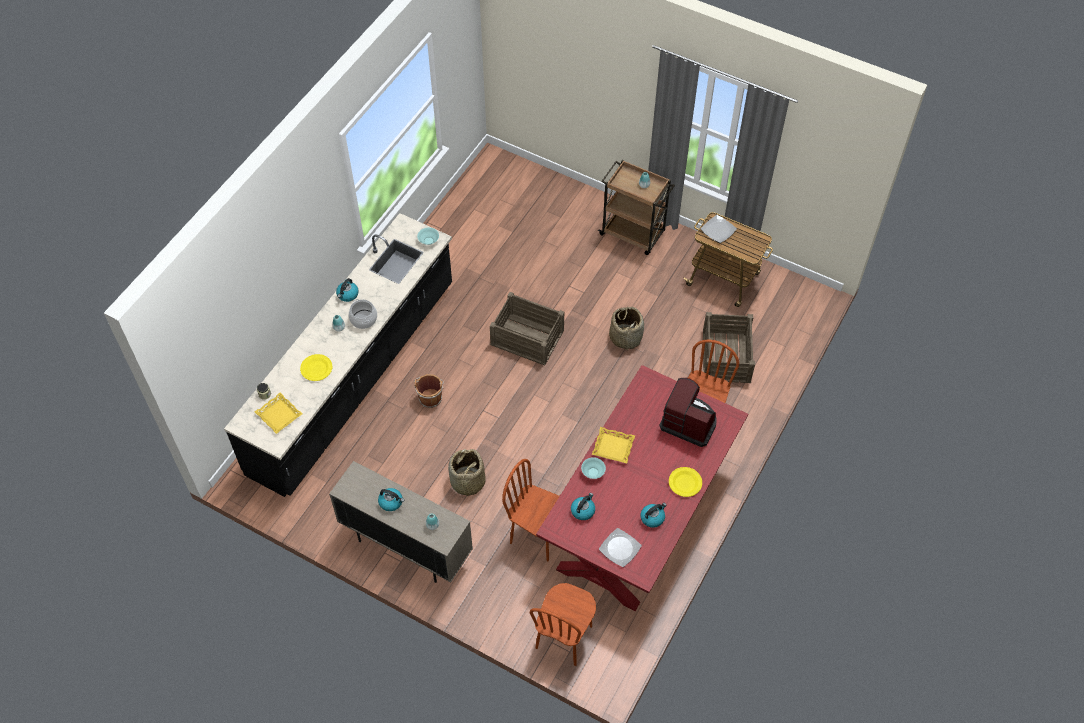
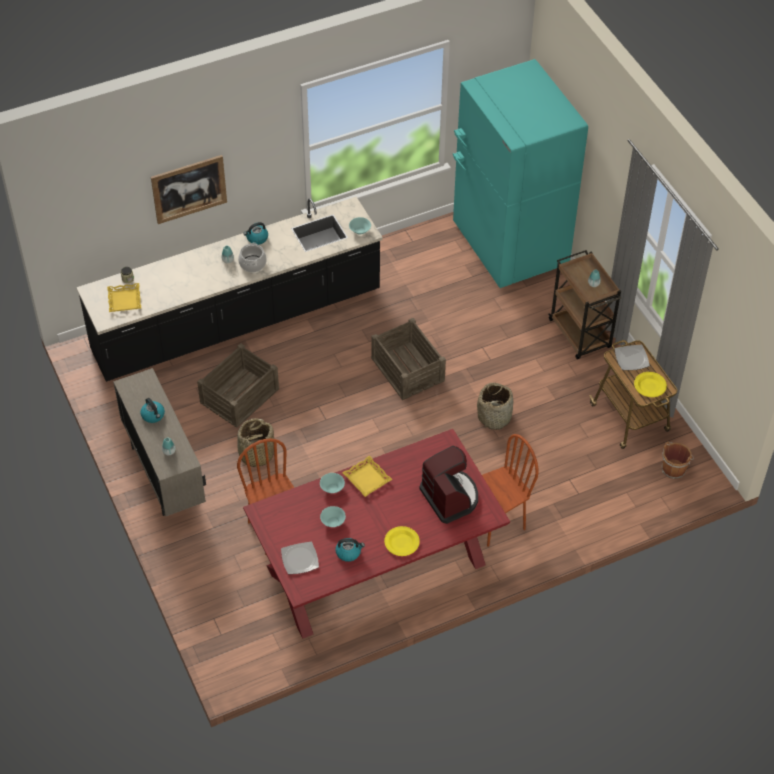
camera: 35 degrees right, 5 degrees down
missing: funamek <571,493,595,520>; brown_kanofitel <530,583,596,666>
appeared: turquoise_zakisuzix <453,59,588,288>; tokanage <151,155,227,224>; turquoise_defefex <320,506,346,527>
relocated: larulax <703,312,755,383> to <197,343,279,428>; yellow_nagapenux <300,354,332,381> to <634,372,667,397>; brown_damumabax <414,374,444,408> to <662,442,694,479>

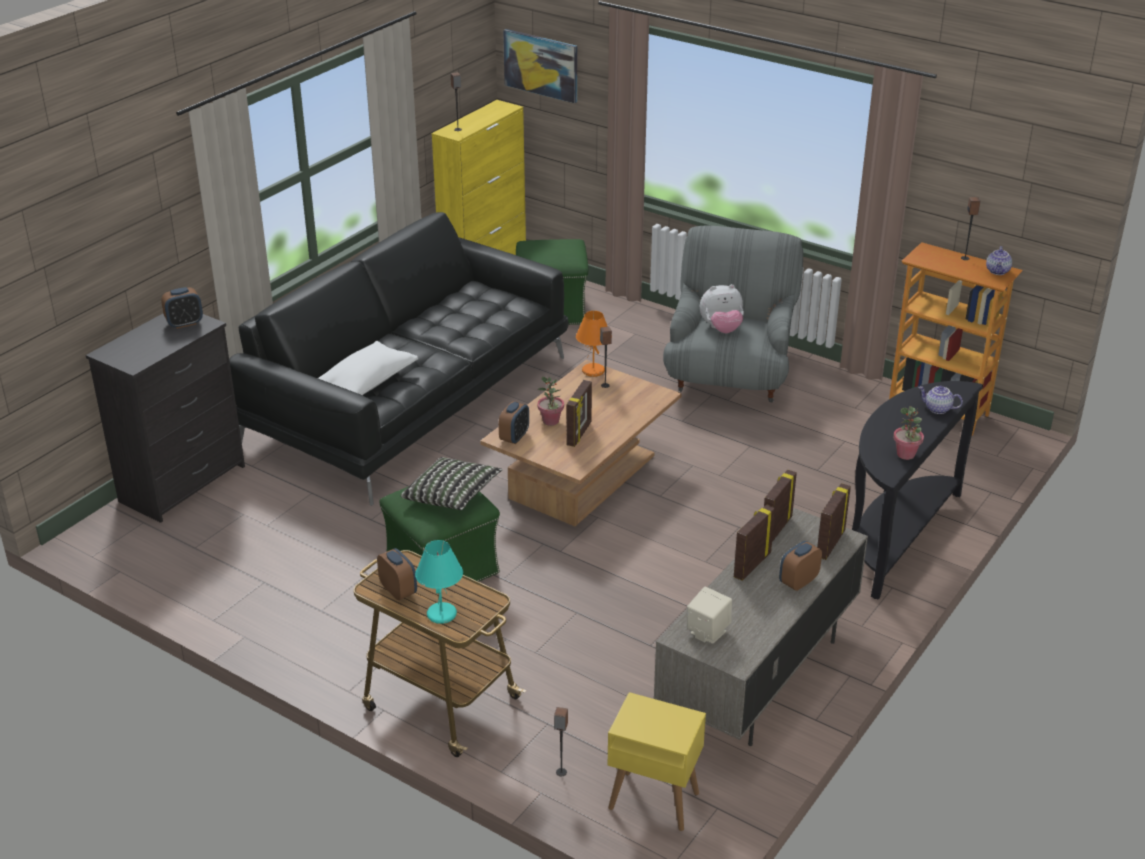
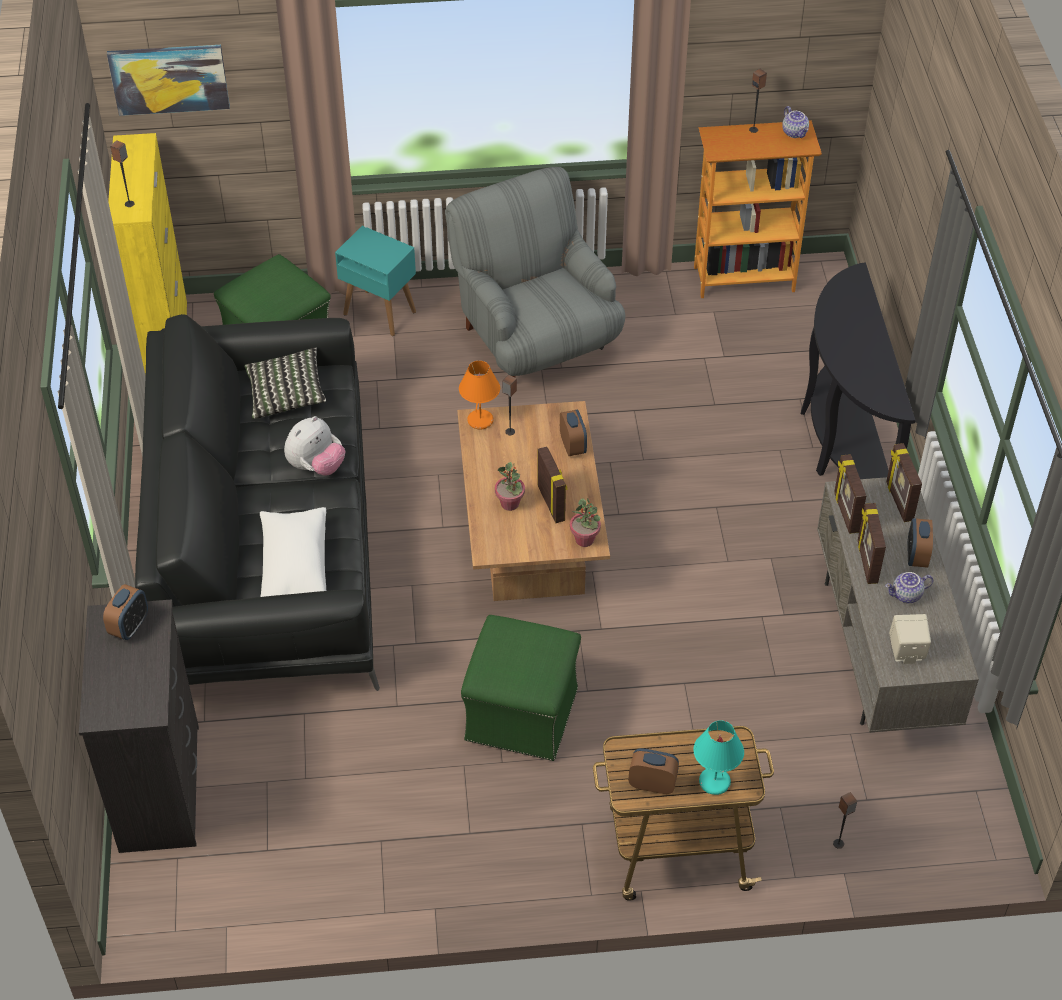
camera: 40 degrees left, 15 degrees up
missing: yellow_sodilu <608,692,706,831>
appeared: turquoise_sodilu <335,226,416,336>
relocated: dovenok <700,284,744,333> to <284,416,345,476>; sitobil <918,386,963,414> to <885,572,933,603>; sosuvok <498,401,529,444> to <560,410,587,456>; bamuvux <893,406,924,460> to <570,498,601,547>; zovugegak <400,457,502,510> to <244,347,326,419>

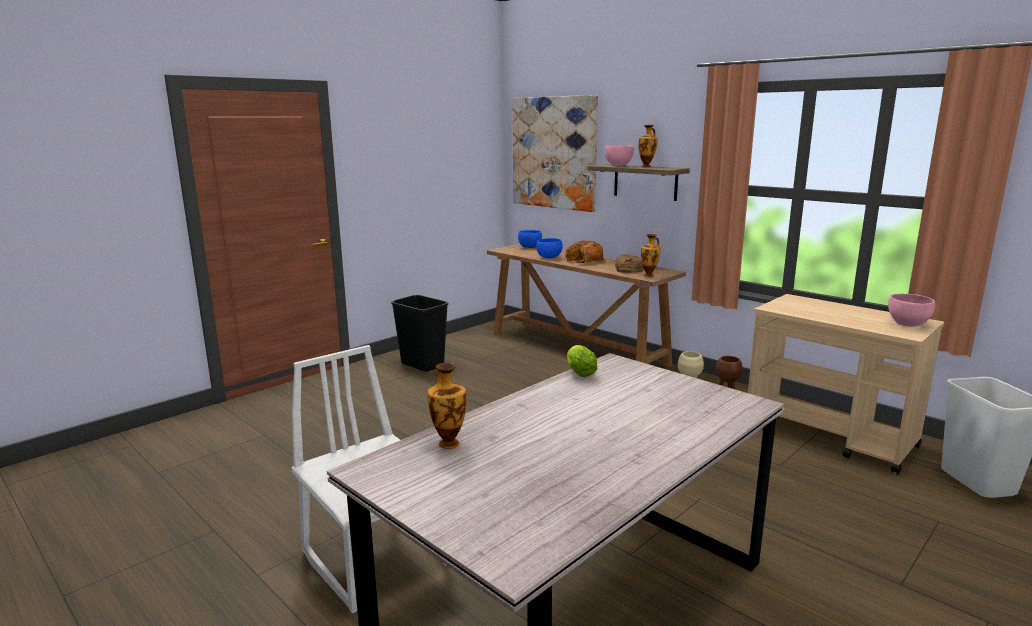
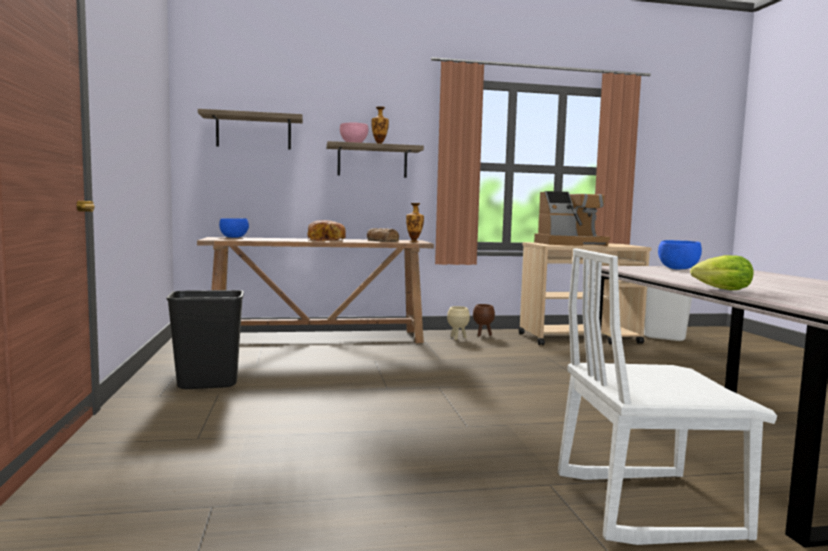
camera: 55 degrees left, 10 degrees down
missing: pink_defefex <888,294,935,327>; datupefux <427,363,467,449>
appeared: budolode <534,191,610,246>
relocated: blue_defefex <536,238,563,259> to <658,240,702,269>; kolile <567,345,597,377> to <690,255,753,290>
exchanged: tokanage <512,95,598,212> to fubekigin <198,109,303,150>

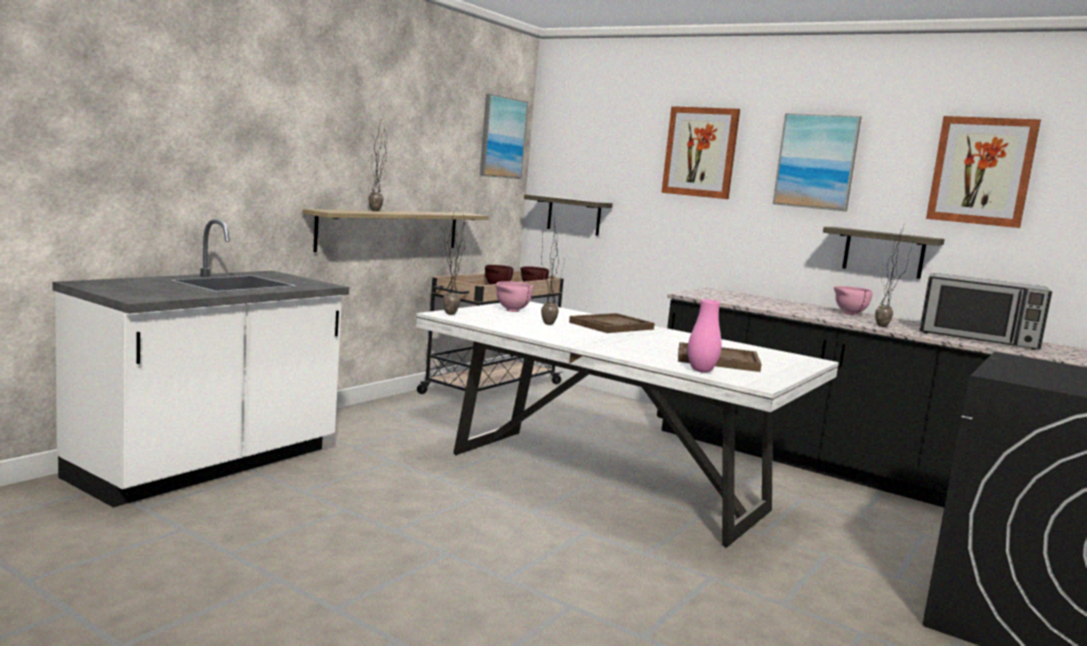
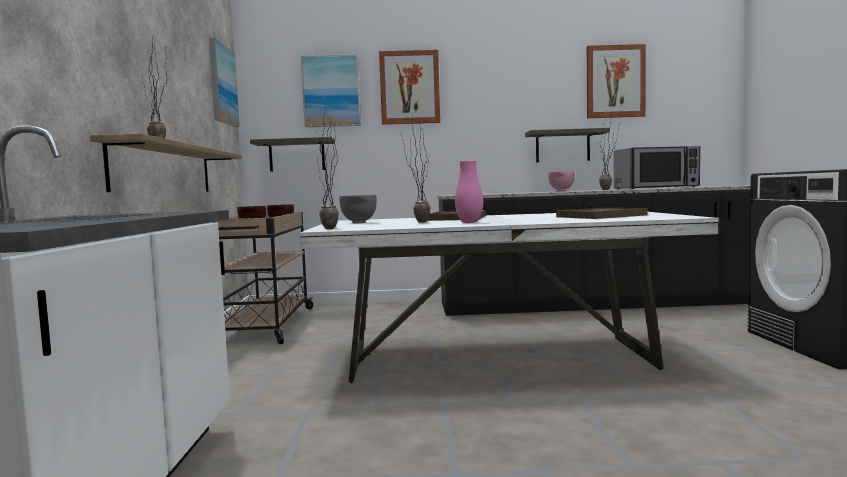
camera: 35 degrees left, 5 degrees down
relocated: tokanage <773,113,861,212> to <301,54,361,127>; pink_datupefux <688,299,722,373> to <455,160,483,223>
colour: pink_defefex <496,281,533,312> to grey_defefex <339,195,377,223>

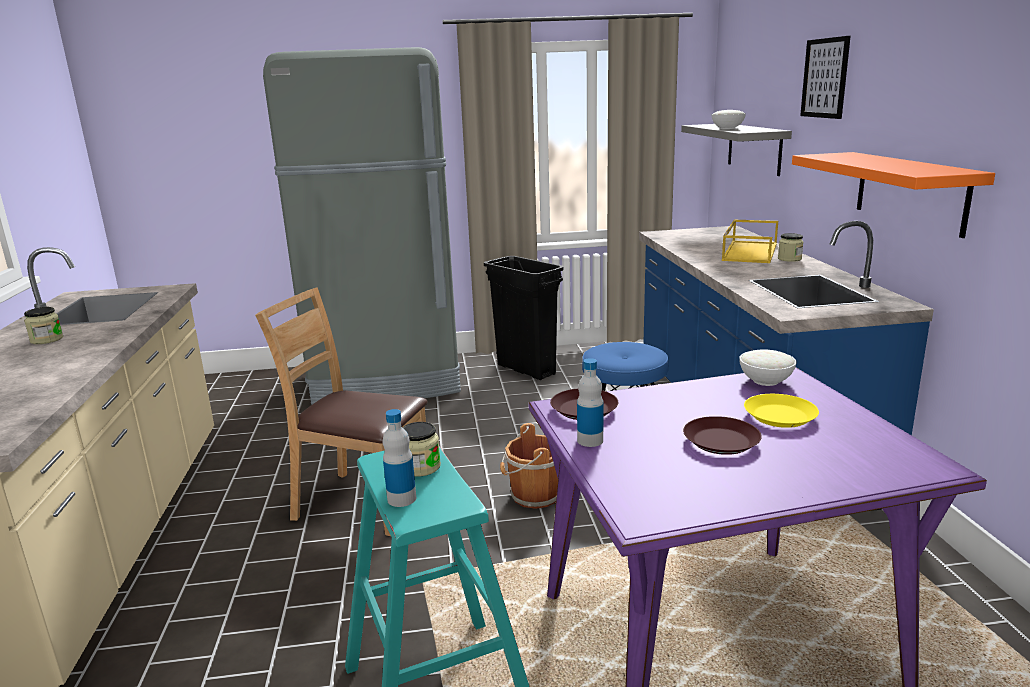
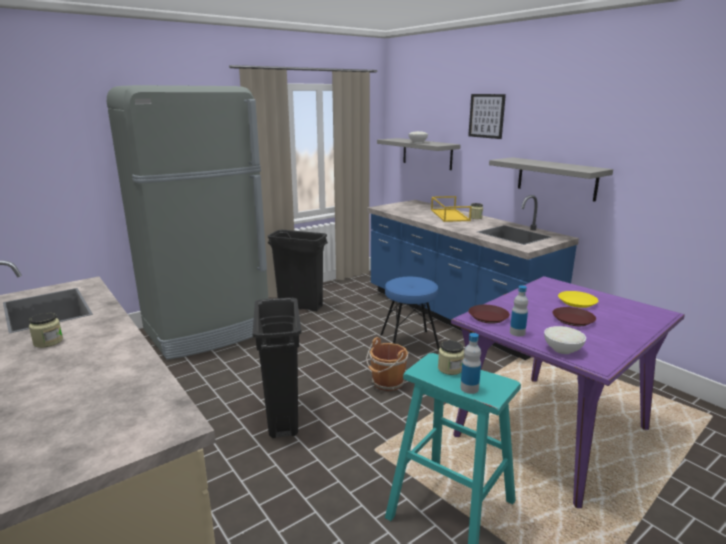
camera: 30 degrees left, 0 degrees up
relocated: white_defefex <739,349,797,386> to <544,326,586,354>
exchanged: brown_kanofitel <255,287,428,536> to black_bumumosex <252,298,301,438>
colour: orange_fubekigin <792,152,995,238> to grey_fubekigin <489,157,613,202>

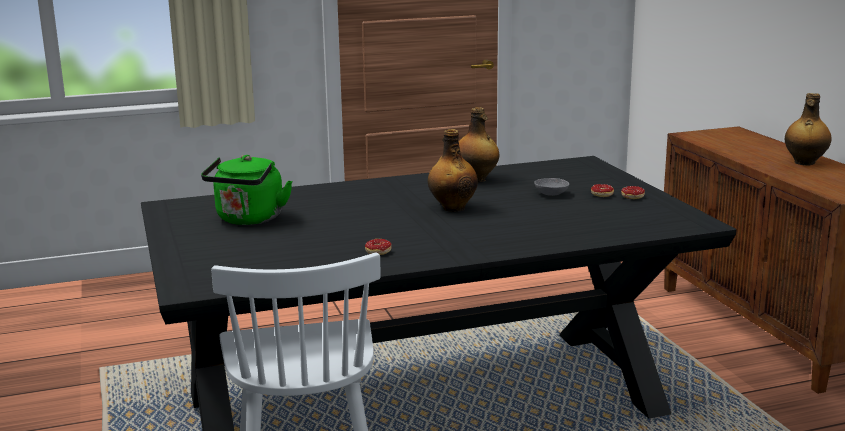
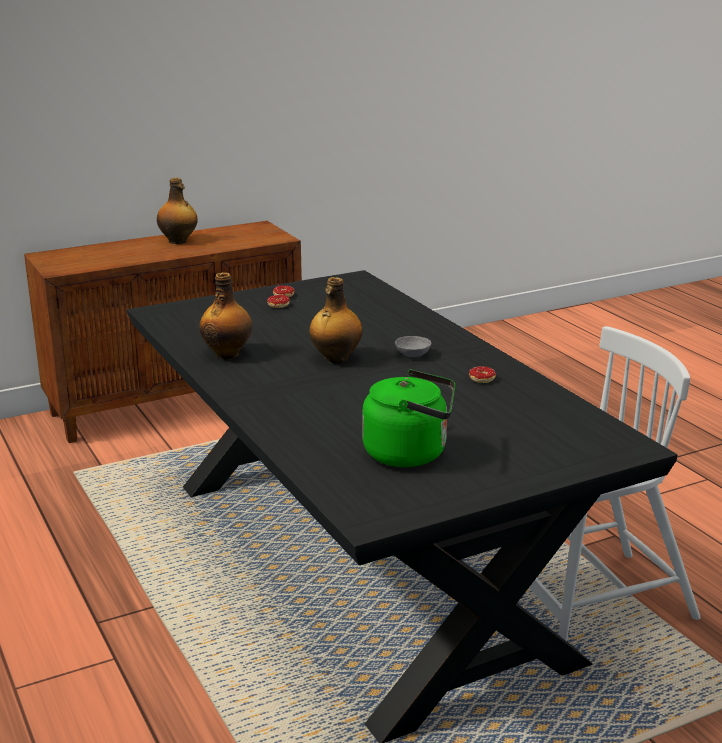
camera: 100 degrees left, 5 degrees up
relocated: grey_defefex <534,178,569,196> to <395,336,431,357>

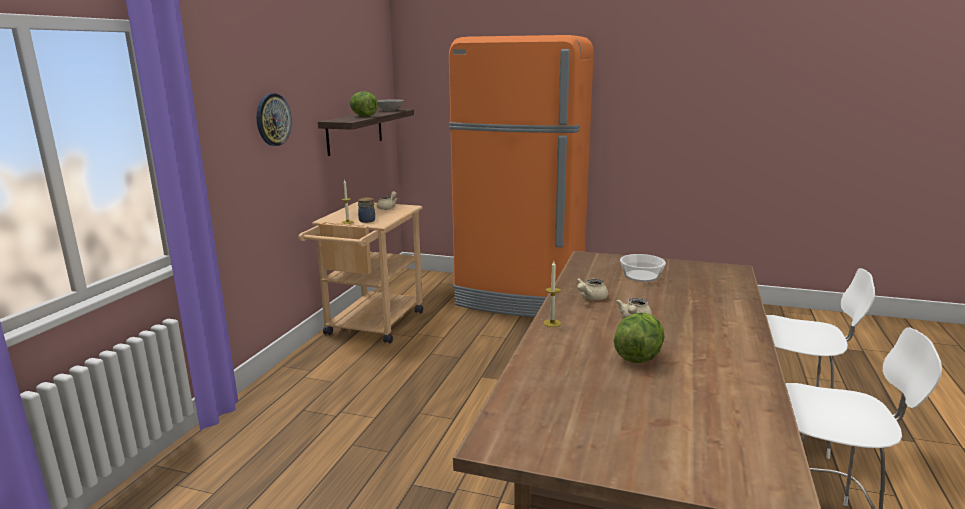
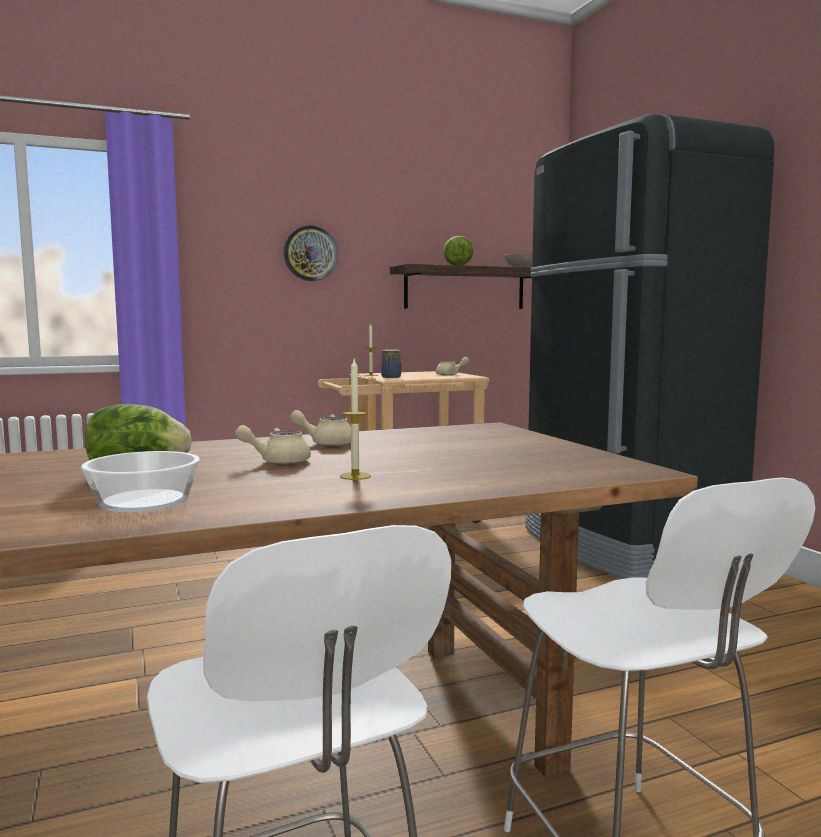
camera: 50 degrees right, 10 degrees down
relocated: defefex <620,254,666,282> to <81,451,200,512>; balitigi <543,261,561,327> to <340,359,371,480>
colour: orange_zakisuzix <449,35,594,317> to black_zakisuzix <525,114,774,579>

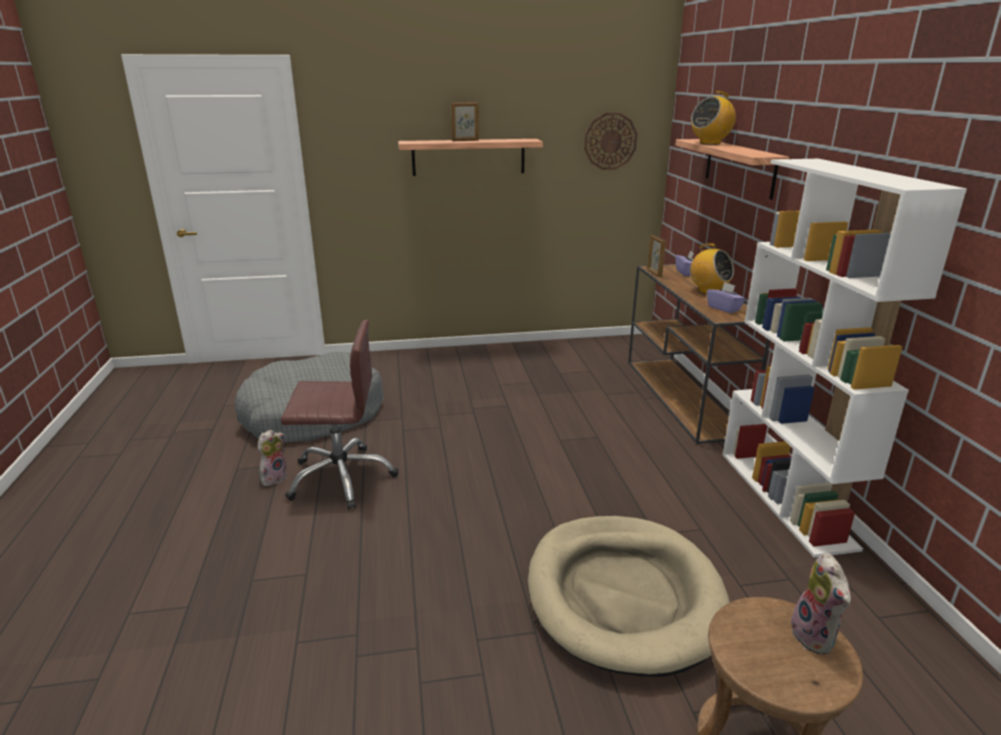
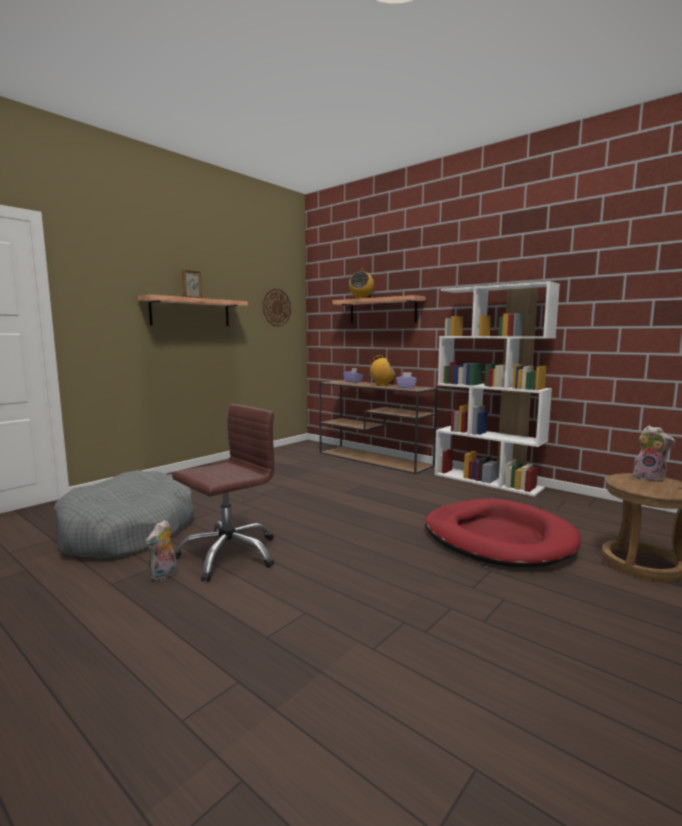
camera: 40 degrees left, 15 degrees down
missing: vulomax <647,235,666,277>
colour: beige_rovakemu <528,516,730,677> to red_rovakemu <425,499,581,568>
spun: dovenok <258,430,287,486> = <146,520,177,581> 150 degrees counterclockwise

